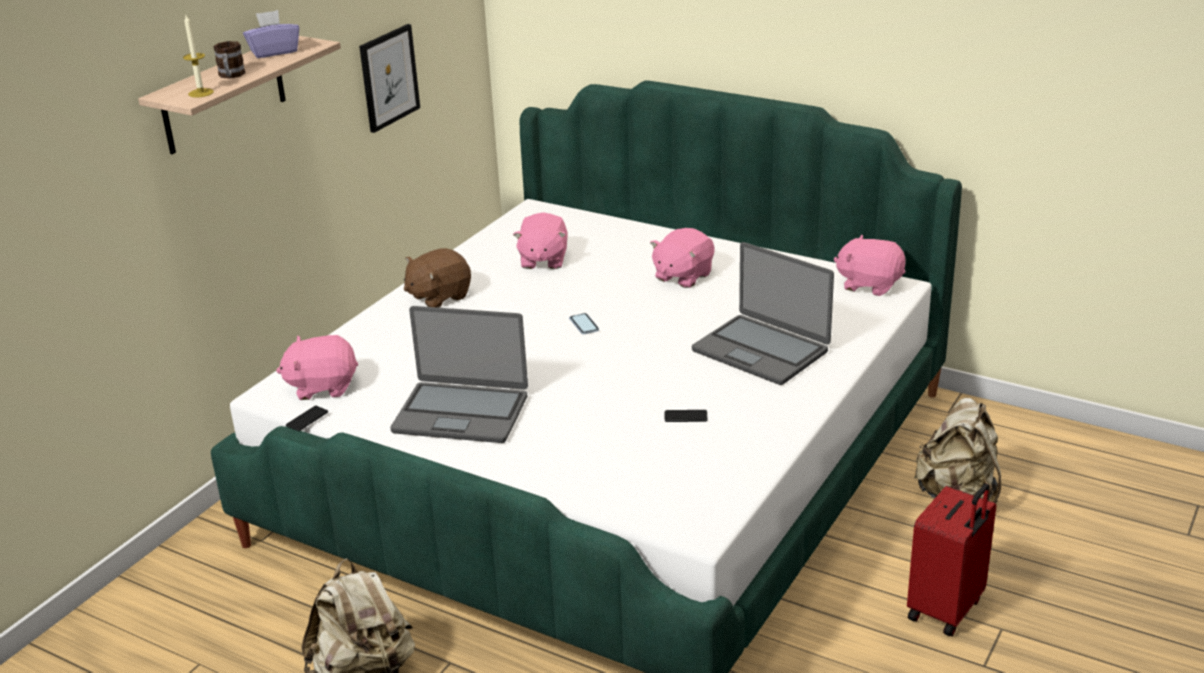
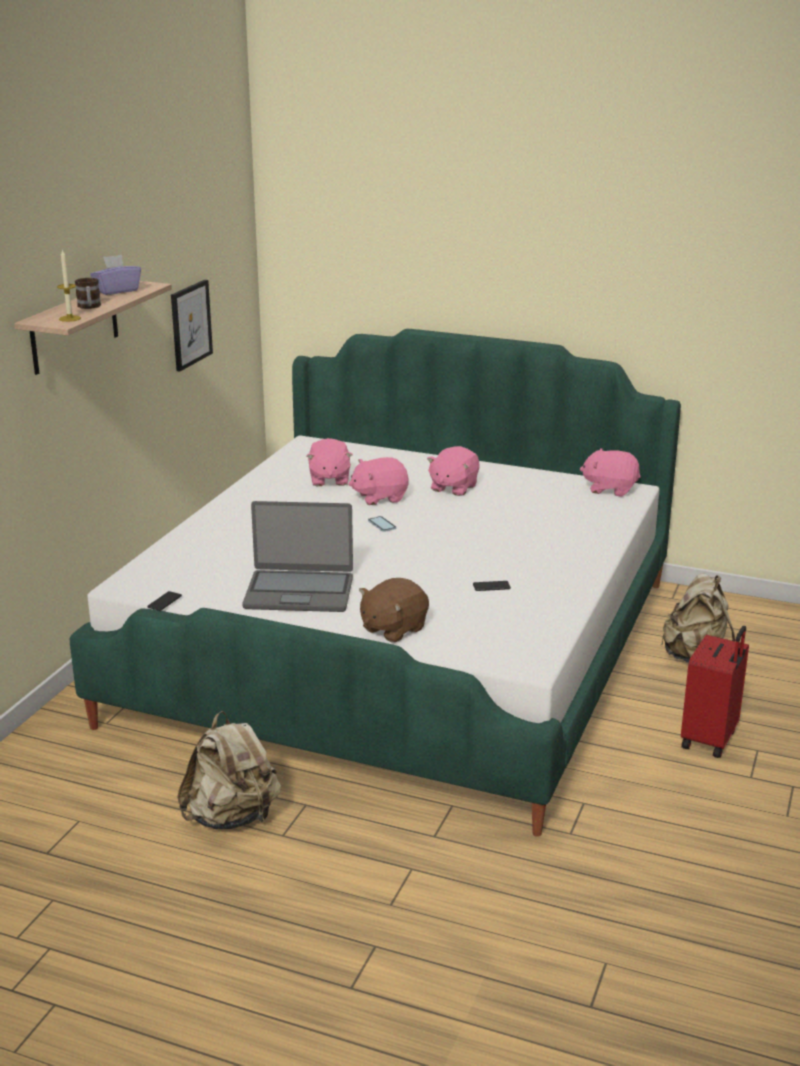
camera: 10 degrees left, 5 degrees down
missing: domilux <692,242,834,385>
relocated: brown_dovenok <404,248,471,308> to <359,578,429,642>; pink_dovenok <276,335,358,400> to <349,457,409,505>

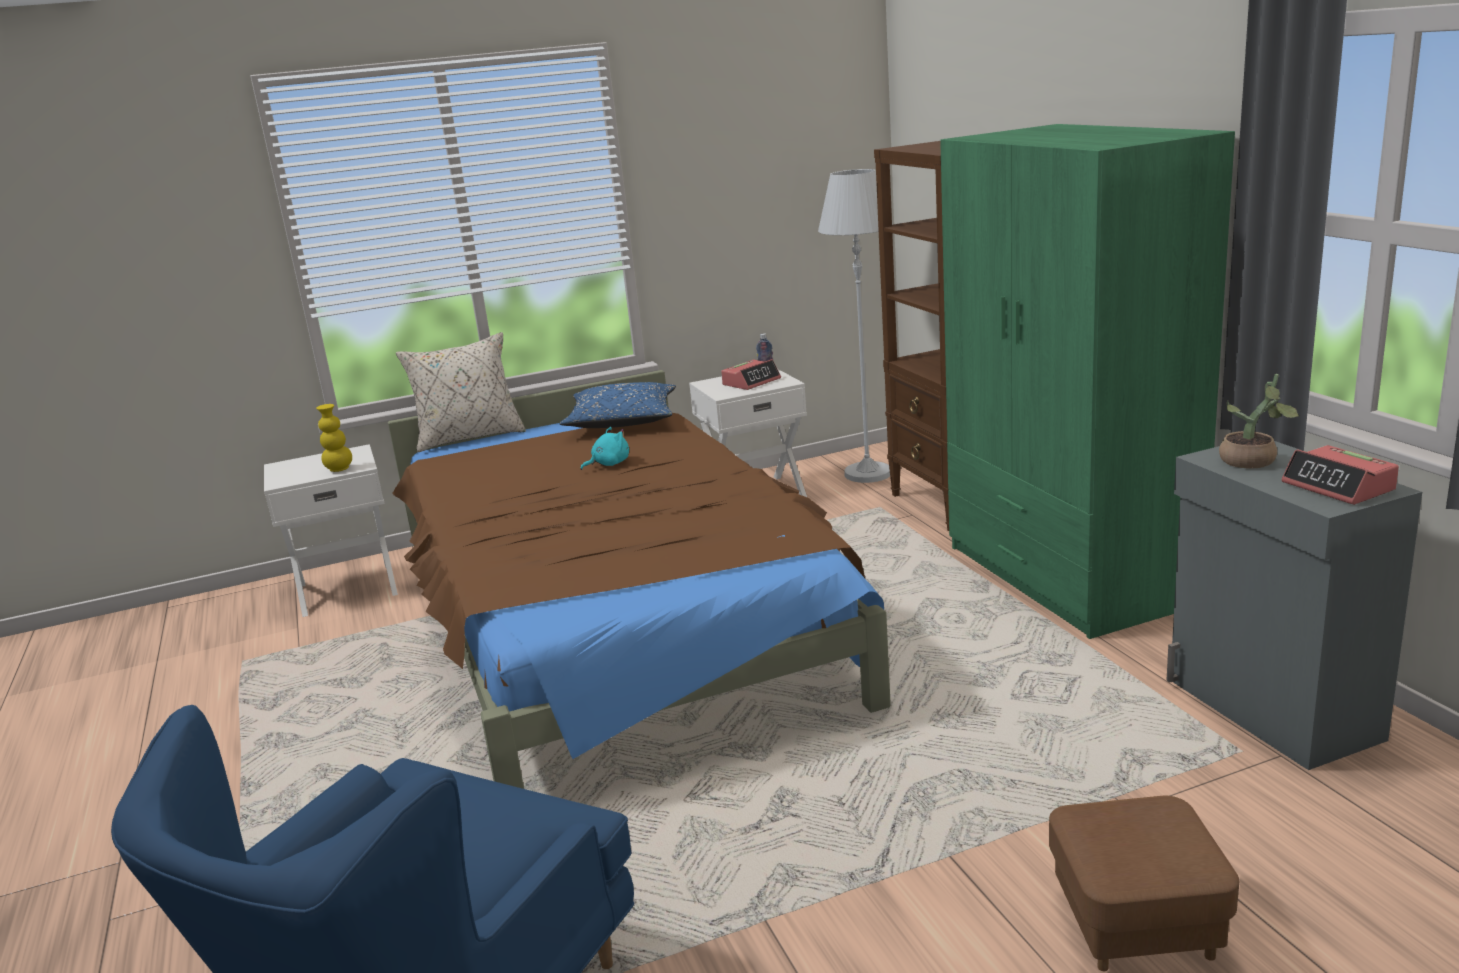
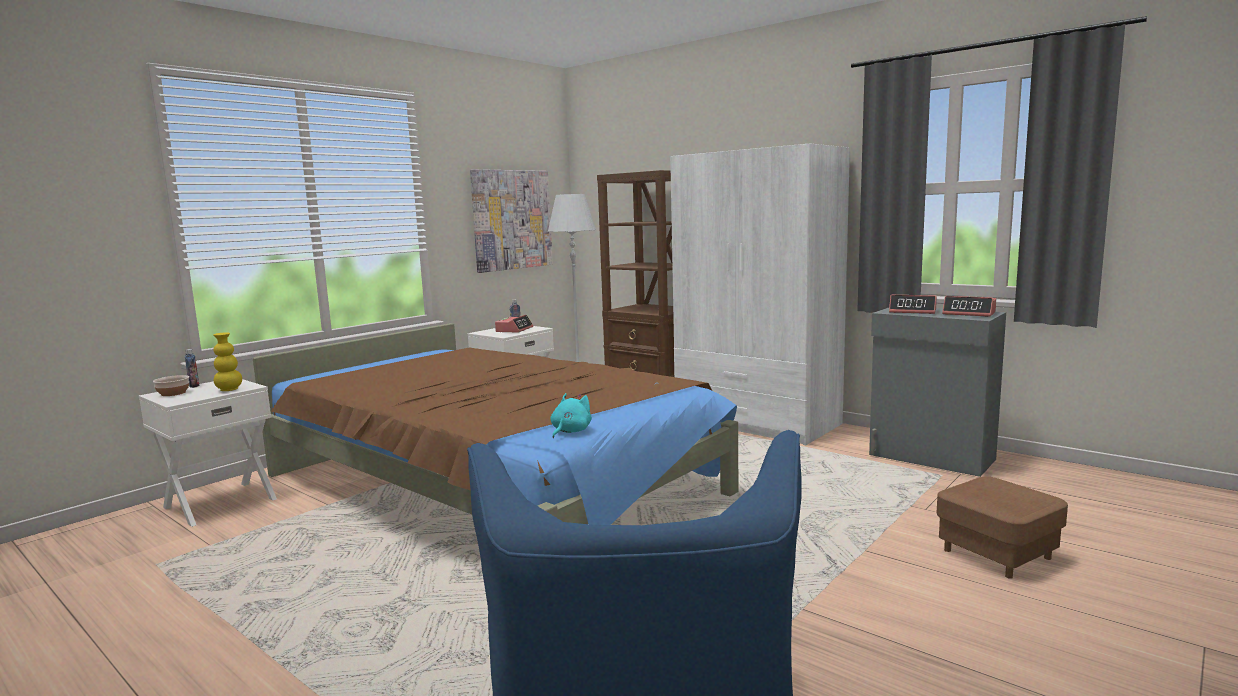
camera: 30 degrees left, 10 degrees down
missing: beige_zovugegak <396,332,526,452>; blue_zovugegak <559,382,676,428>
appeared: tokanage <470,169,553,273>; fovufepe <185,349,199,388>; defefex <153,375,189,396>
relocated: turquoise_dovenok <581,427,629,470> to <551,393,592,438>
exchanged: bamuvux <1219,374,1300,469> to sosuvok <889,295,937,314>
colour: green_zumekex <940,124,1235,639> to white_zumekex <670,144,850,445>

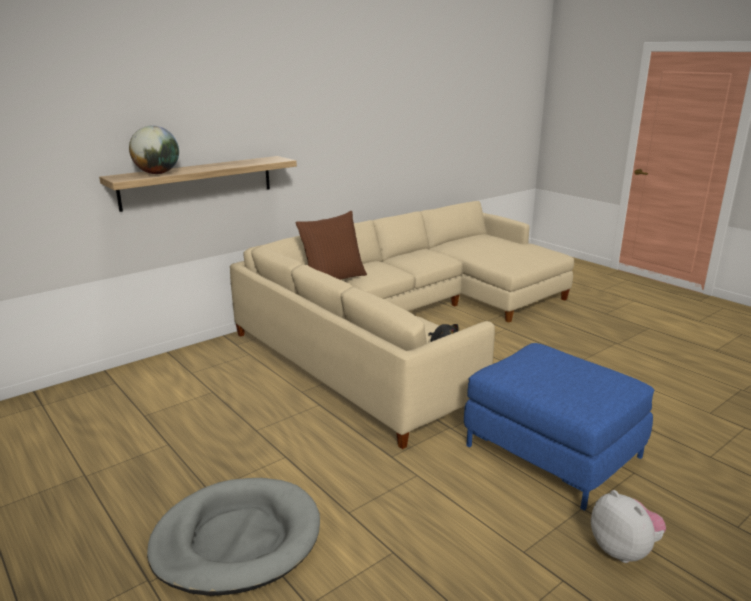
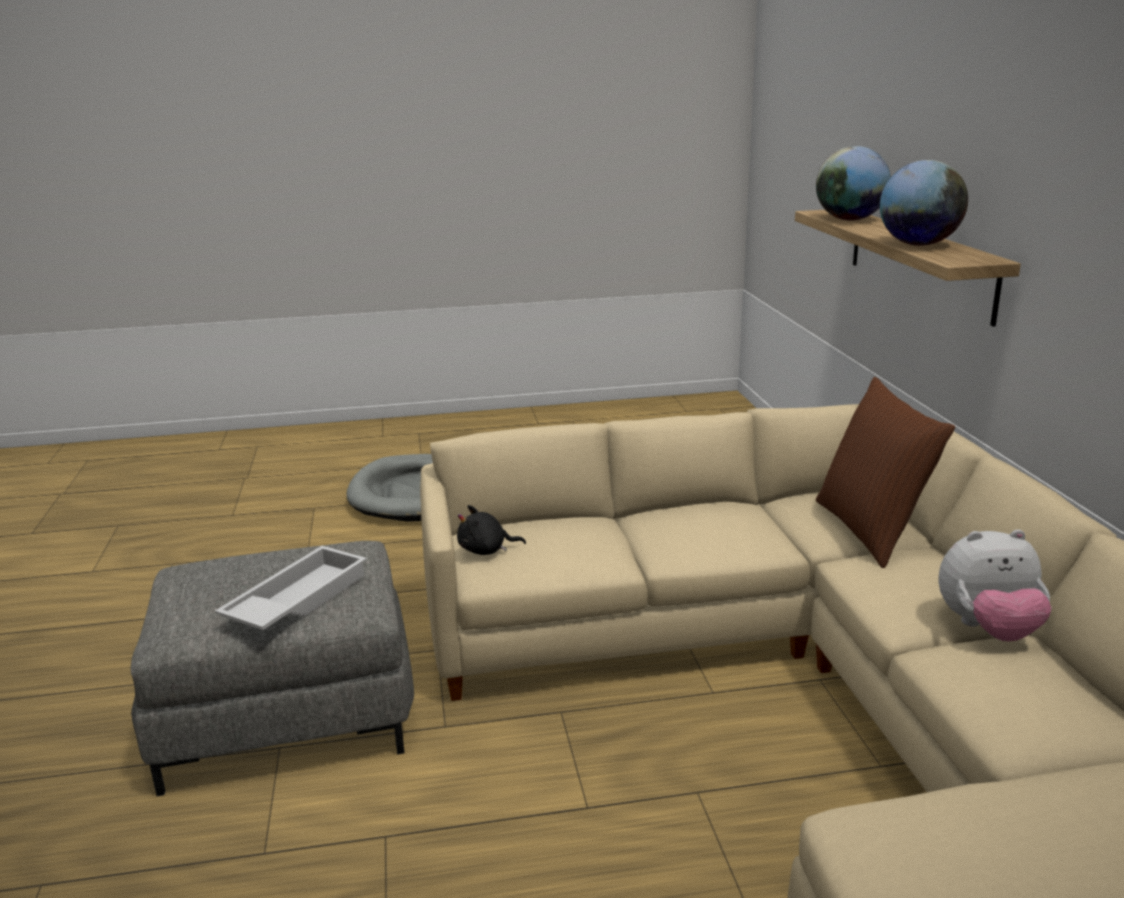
camera: 120 degrees right, 0 degrees up
appeared: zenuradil <880,160,968,246>; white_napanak <215,546,367,630>
relocated: dovenok <591,490,666,563> to <939,530,1051,642>
colour: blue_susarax <464,343,654,511> to grey_susarax <131,541,414,796>

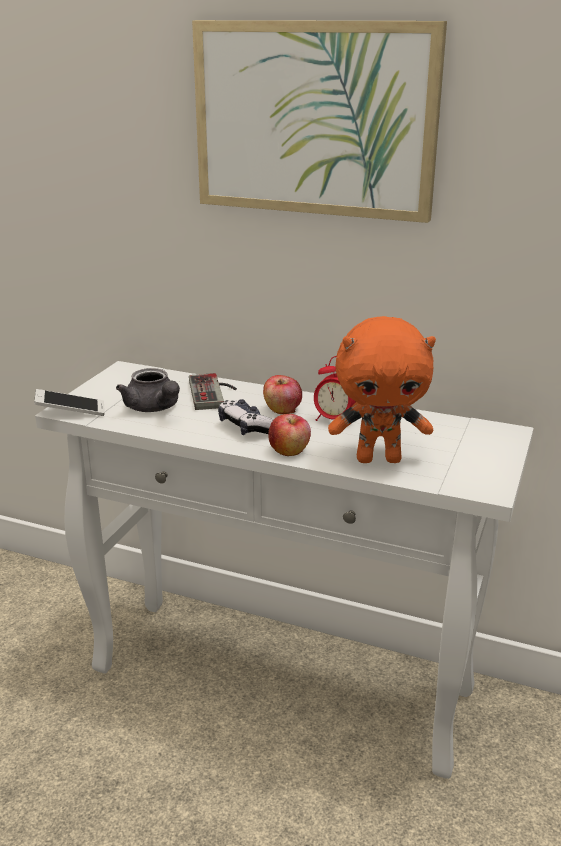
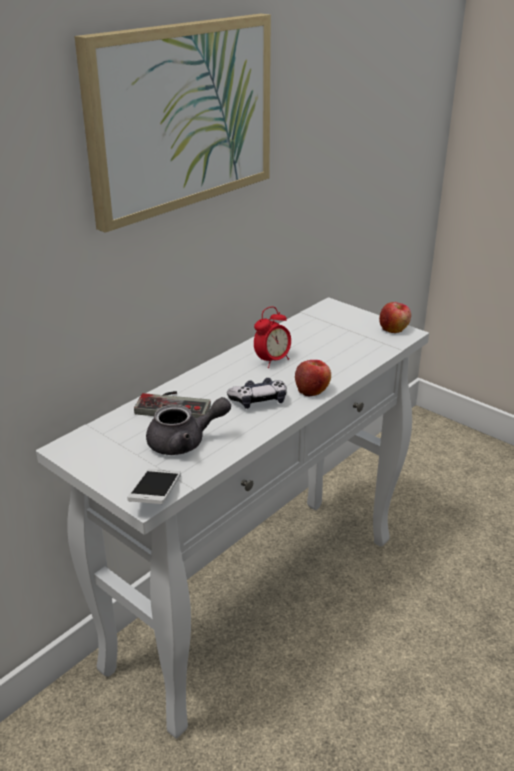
camera: 70 degrees left, 5 degrees up
missing: orange_dovenok <328,316,436,463>
relocated: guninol <263,375,302,414> to <379,302,411,333>

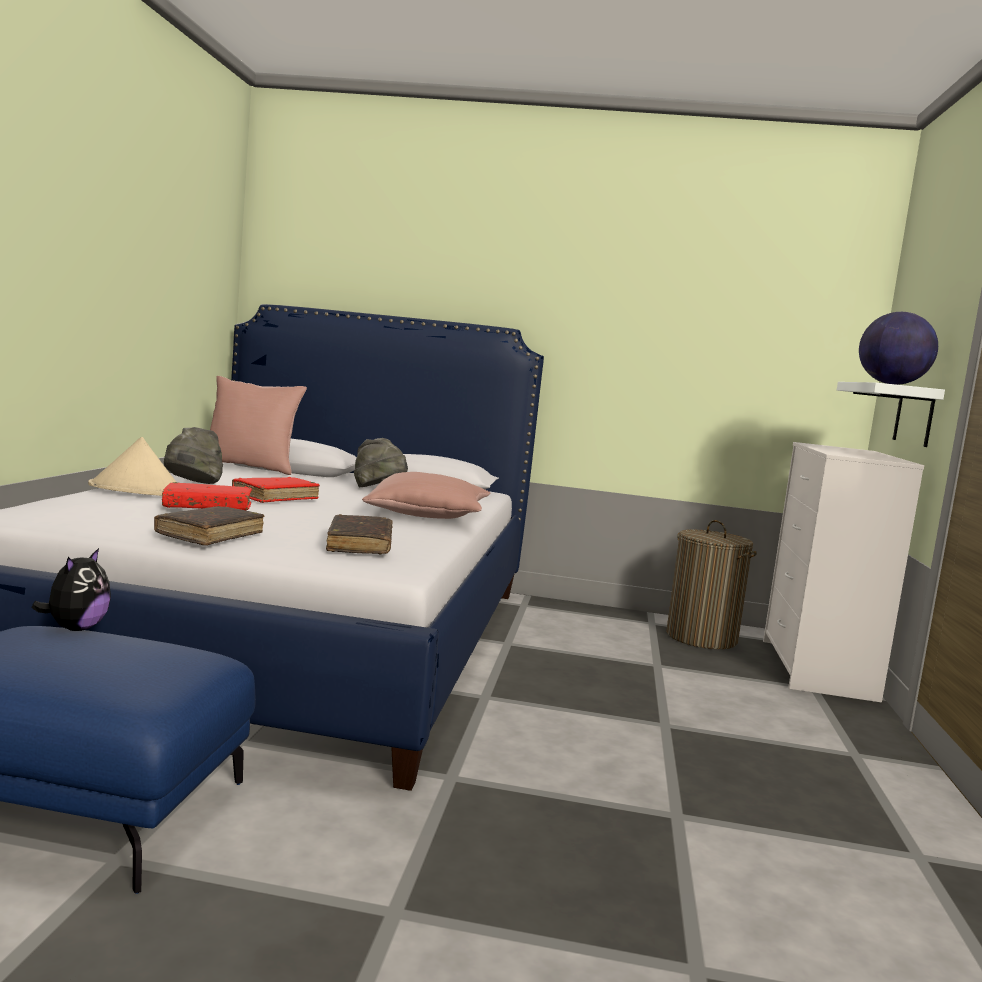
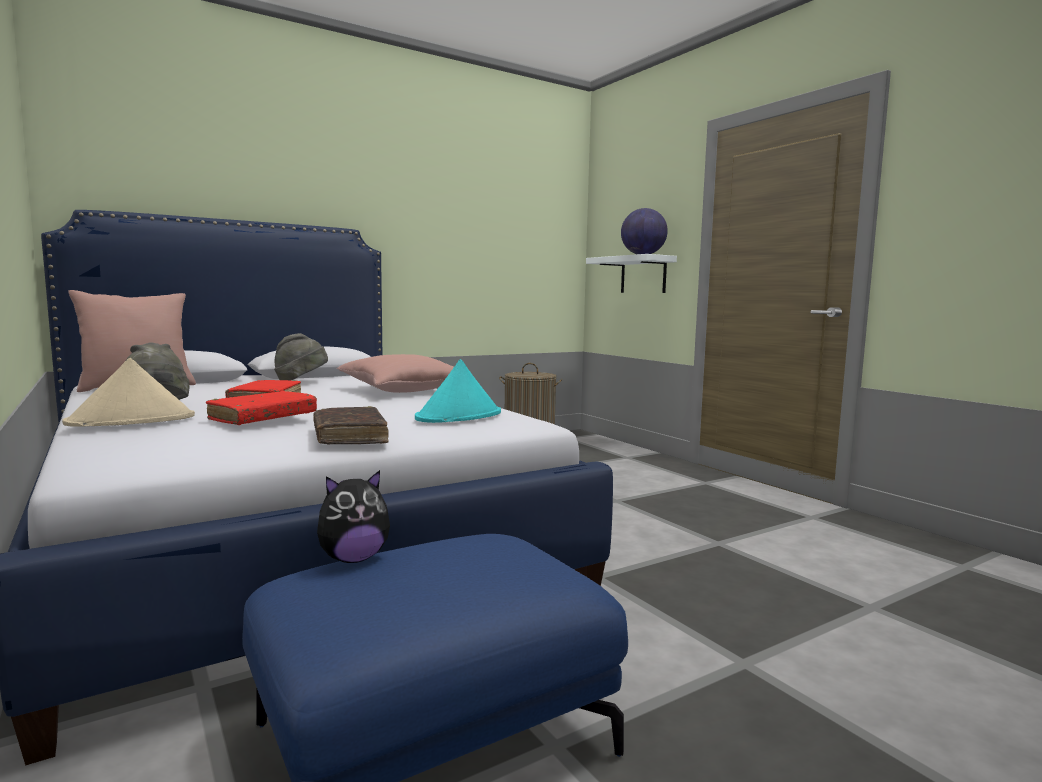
camera: 40 degrees left, 0 degrees up
missing: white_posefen <763,442,924,703>
exchanged: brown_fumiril <326,514,393,554> to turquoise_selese <415,359,501,423>
spun: dovenok <31,548,111,631> = <317,470,390,563> 90 degrees clockwise

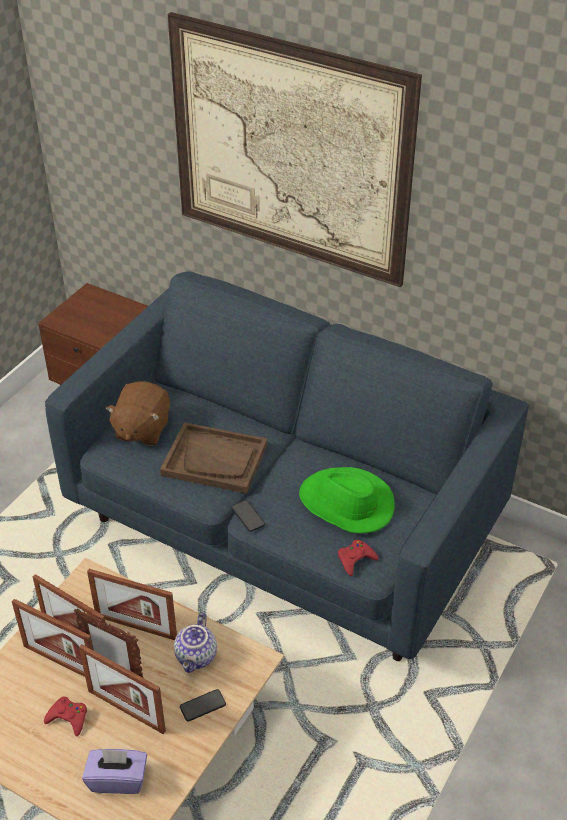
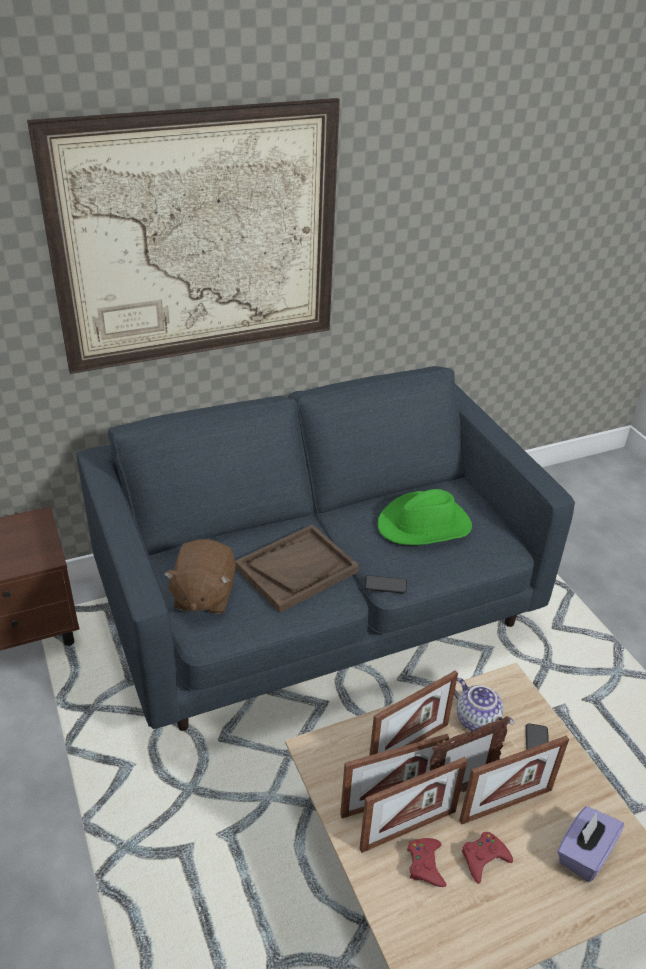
camera: 55 degrees left, 5 degrees down
relocated: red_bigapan <338,540,378,576> to <407,838,446,887>
spun: brown_dovenok <106,381,170,446> = <164,539,236,614> 45 degrees clockwise

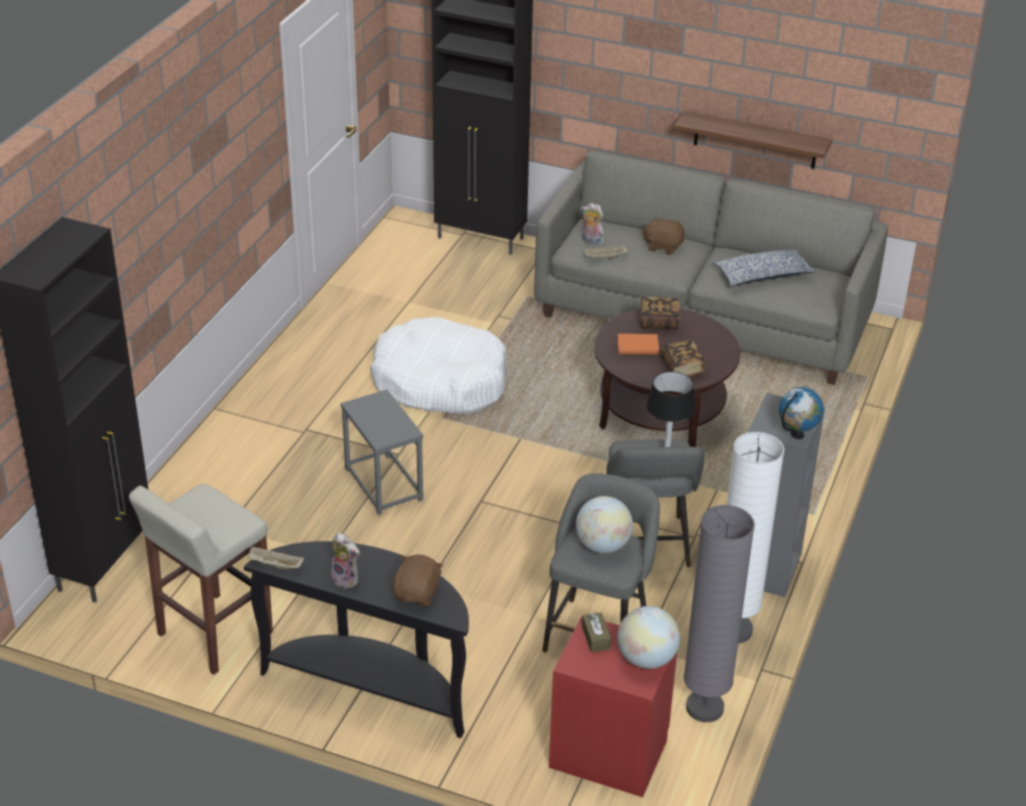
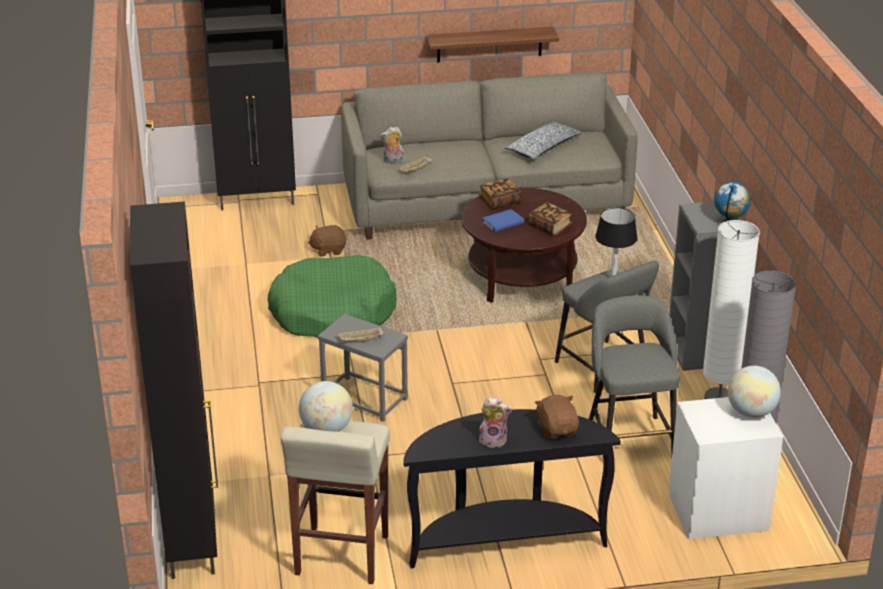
camera: 30 degrees left, 5 degrees down
missing: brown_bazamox <582,613,611,652>
relocated: brown_dovenok <642,216,685,255> to <308,225,347,257>; zenuradil <576,496,633,554> to <299,381,353,432>; beige_napanak <247,546,304,569> to <338,327,384,342>
colour: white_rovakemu <370,317,506,414> to green_rovakemu <268,255,396,337>; orange_fumiril <617,334,659,355> to blue_fumiril <482,209,524,232>; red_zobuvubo <549,616,677,797> to white_zobuvubo <669,397,783,539>

